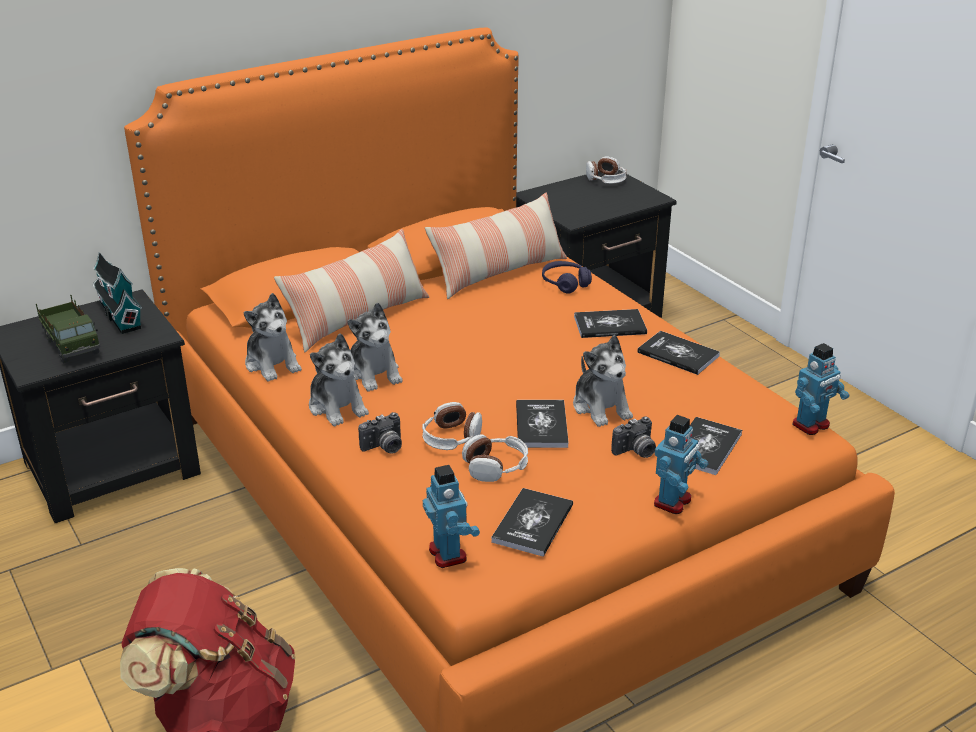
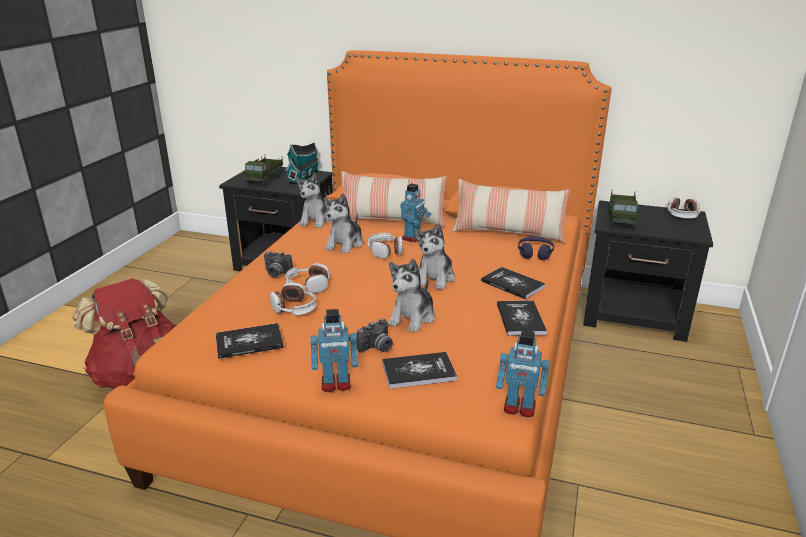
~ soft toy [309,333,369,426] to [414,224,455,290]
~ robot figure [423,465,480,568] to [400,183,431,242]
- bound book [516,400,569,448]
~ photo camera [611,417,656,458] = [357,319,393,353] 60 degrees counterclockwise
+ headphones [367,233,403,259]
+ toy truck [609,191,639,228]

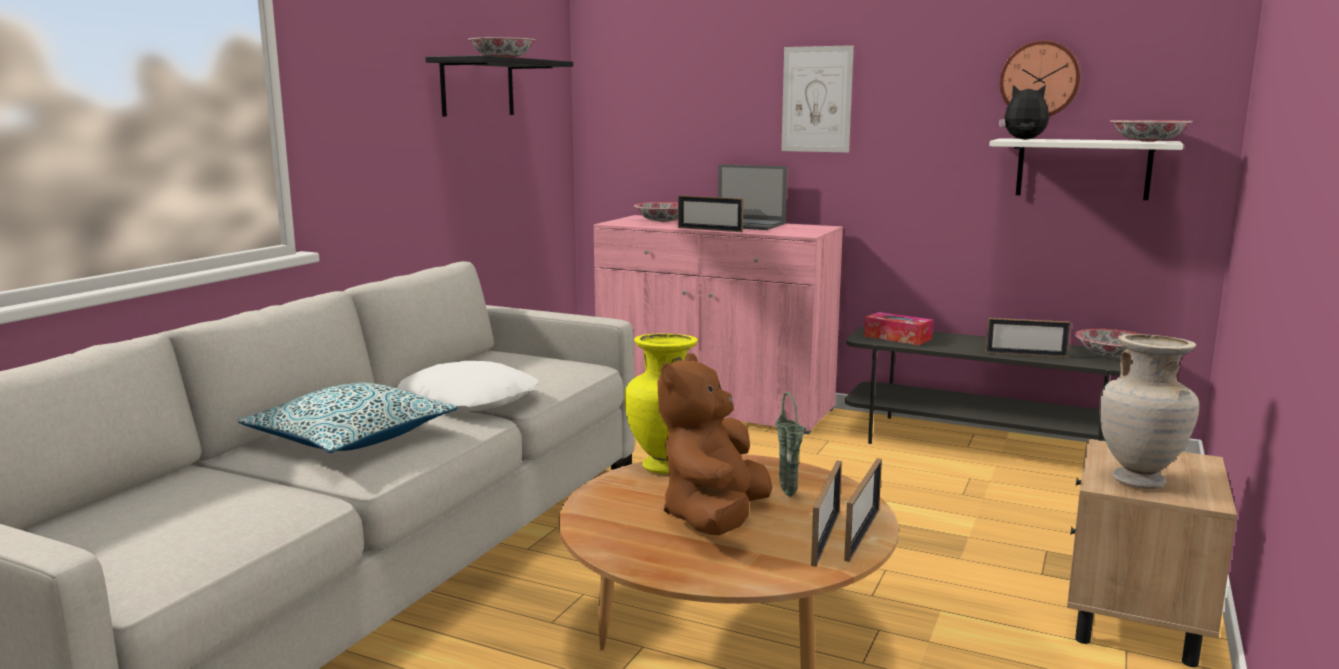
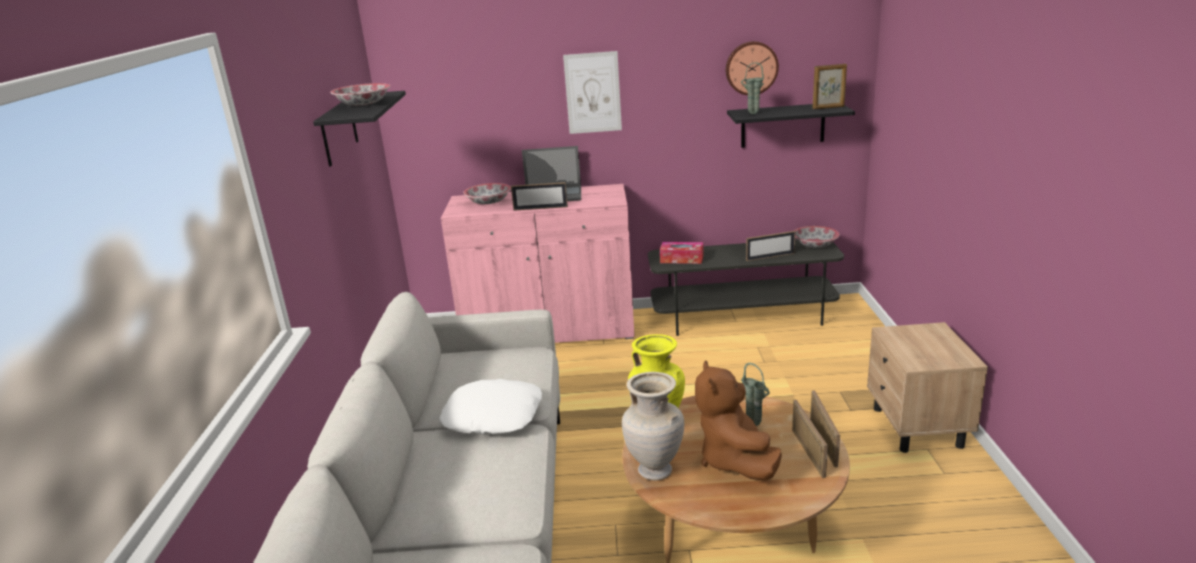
- cushion [237,382,458,453]
~ white shelf [989,138,1183,200] to black shelf [727,104,855,148]
~ soft toy [999,85,1049,140] to greenish flower vase [741,62,764,114]
~ beige-coloured flower vase [1099,334,1199,489] to [622,372,684,480]
~ serving bowl [1110,120,1193,142] to picture frame [813,64,847,109]

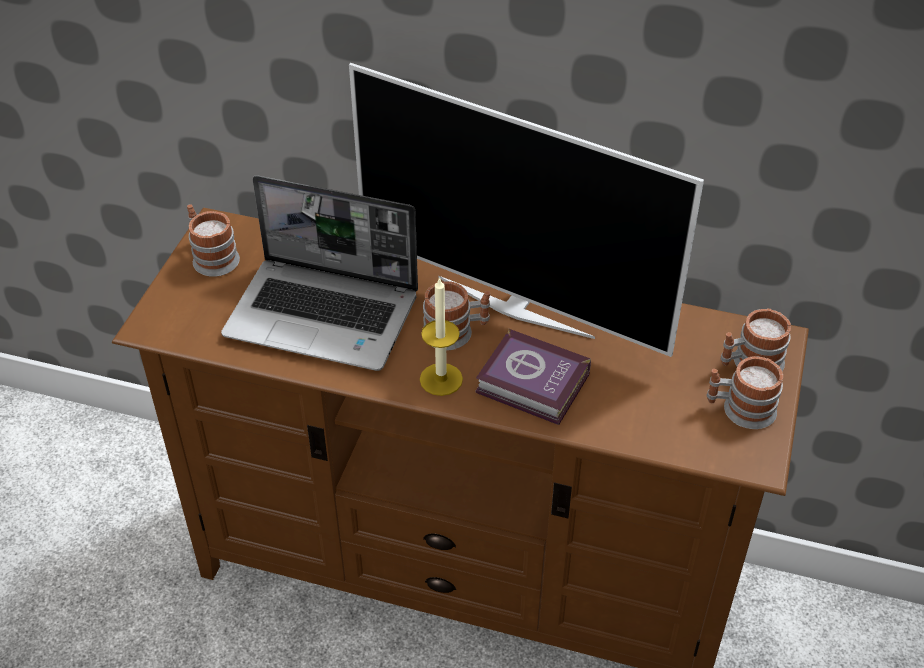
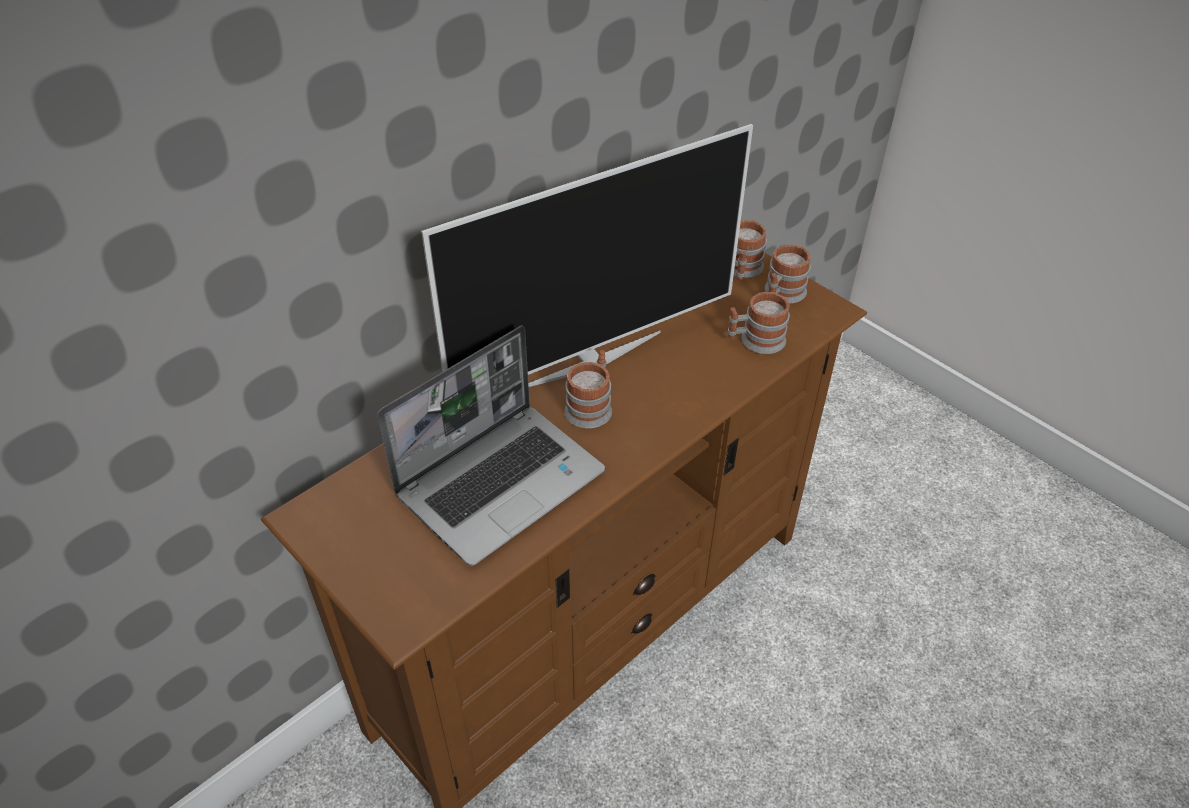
~ coffee mug [187,204,240,277] to [727,292,790,354]
- candle [420,277,463,396]
- bound book [476,329,591,425]

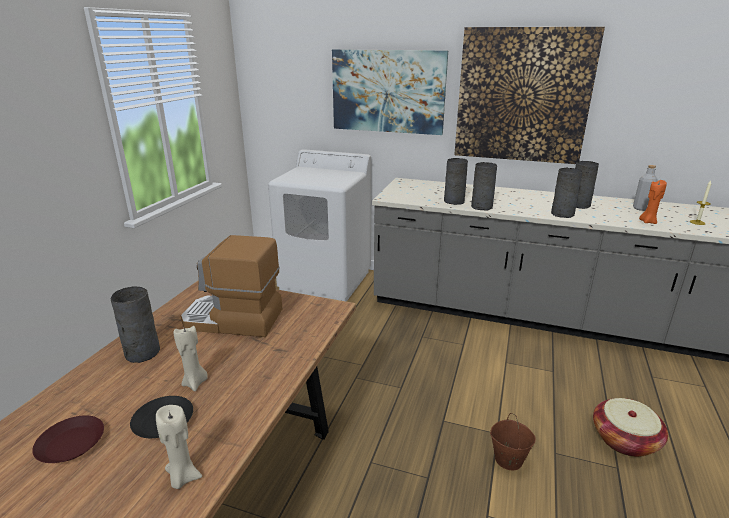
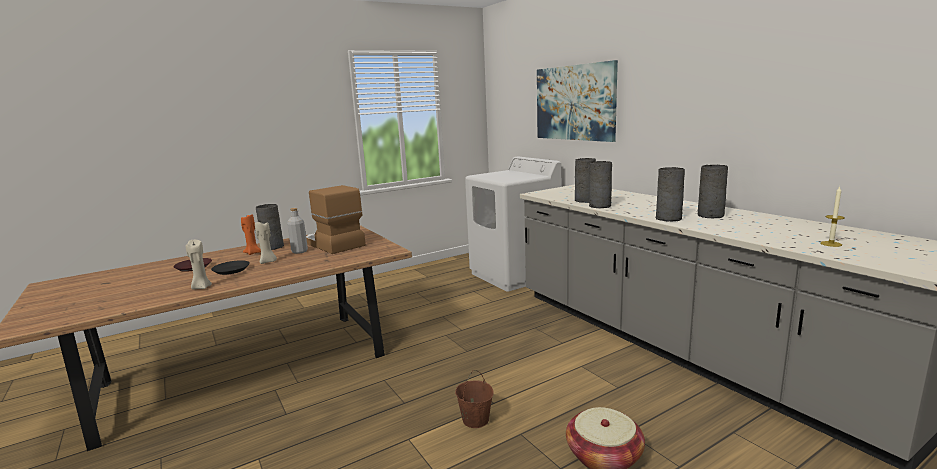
- wall picture [454,27,605,164]
~ grey drink bottle [633,165,658,211] to [287,208,308,254]
~ orange-coloured candle [639,180,667,224] to [241,214,261,255]

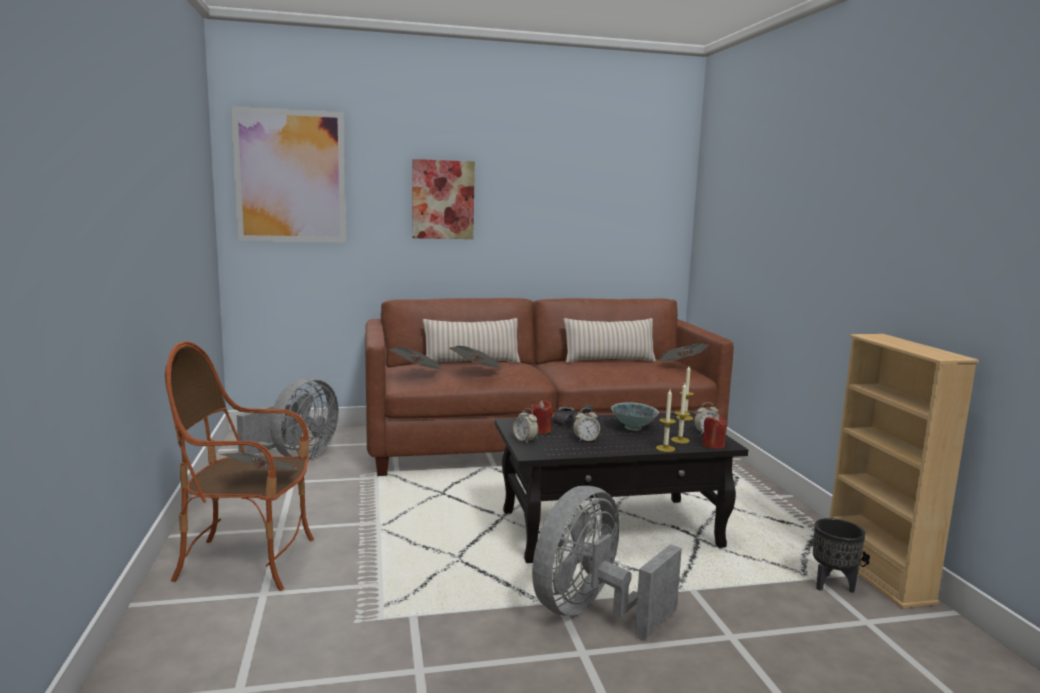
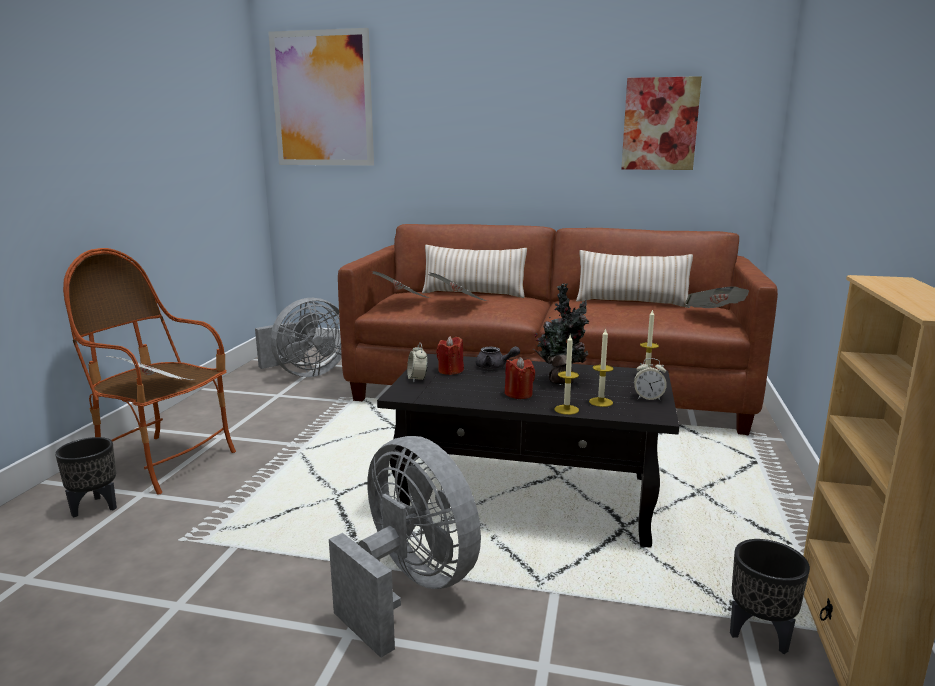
~ wall picture [412,159,475,239] to [621,76,702,170]
~ grey cooling fan [532,486,682,639] = [329,436,481,658] 75 degrees clockwise
- bedside clock [573,408,600,442]
~ serving bowl [611,402,659,431] to houseplant [533,283,589,385]
~ red-coloured candle [702,415,728,449] to [505,357,535,399]
+ black plant pot [55,437,117,517]

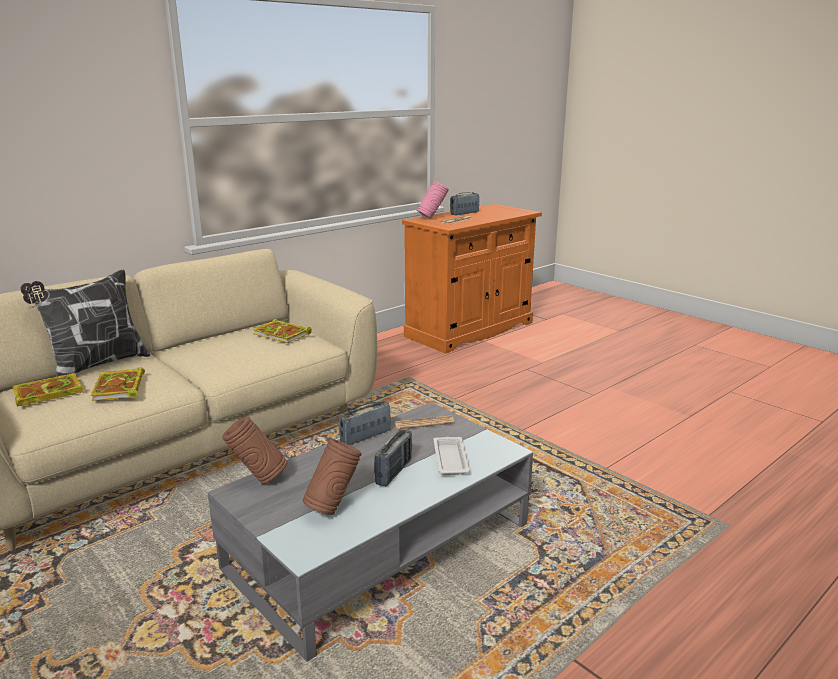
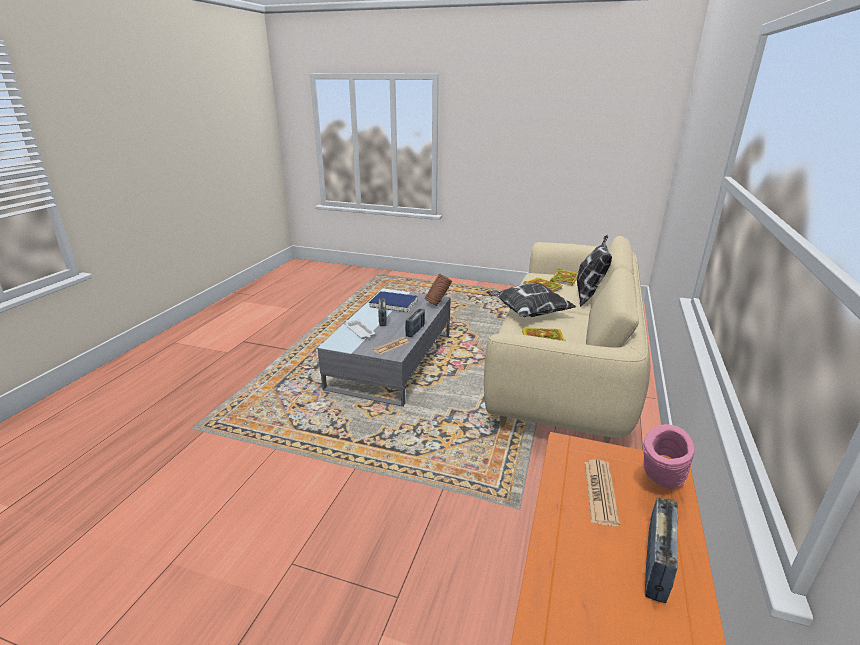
~ brown flower vase [303,439,362,515] to blue-coloured bound book [369,291,418,313]
+ cushion [486,283,577,317]

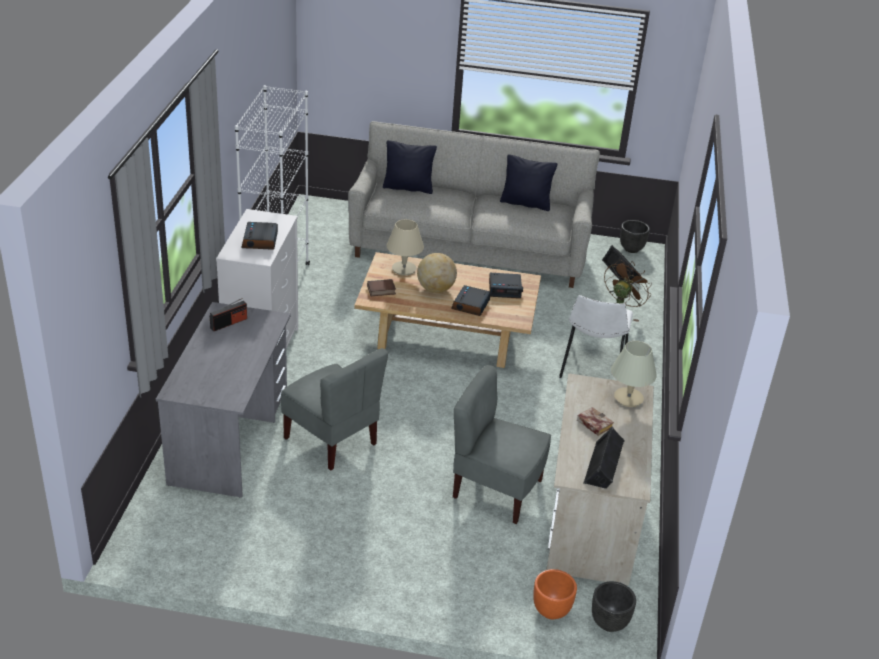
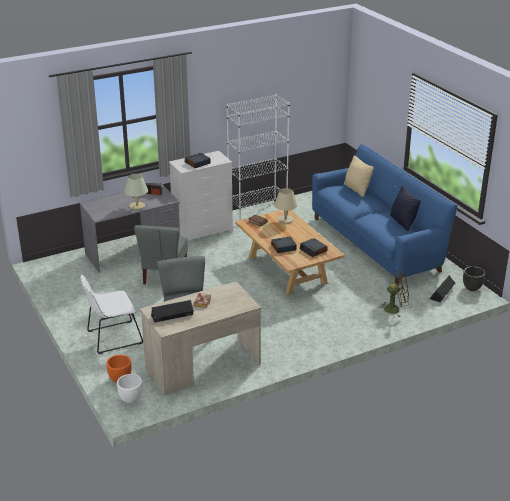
~ grey couch [348,121,600,288] to blue-coloured couch [312,144,457,285]
~ black cushion [383,140,437,194] to beige-coloured cushion [344,156,374,197]
- world globe [417,253,457,293]
~ white upright chair [559,295,633,381] to [80,275,143,354]
~ black plant pot [592,581,636,632] to white plant pot [117,374,143,404]
~ beige-coloured table lamp [611,341,657,407] to [124,174,148,210]

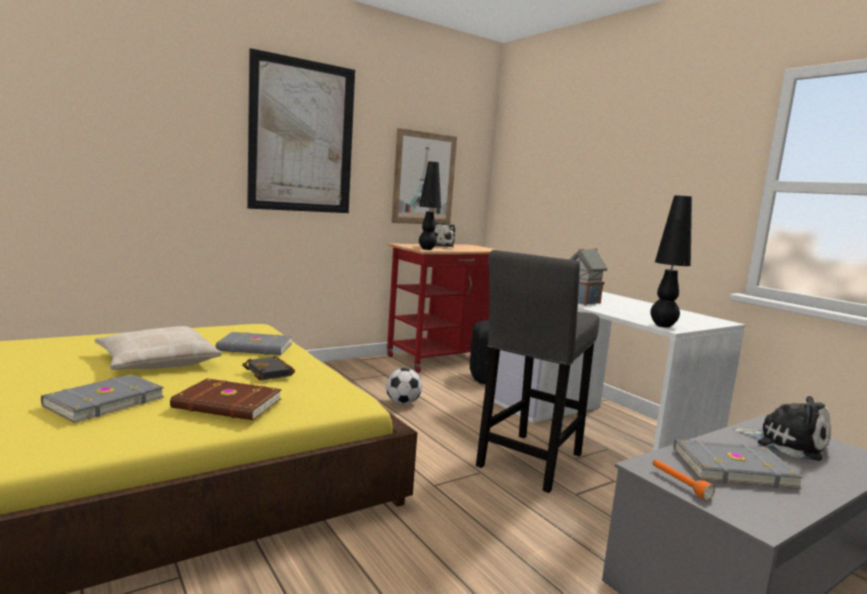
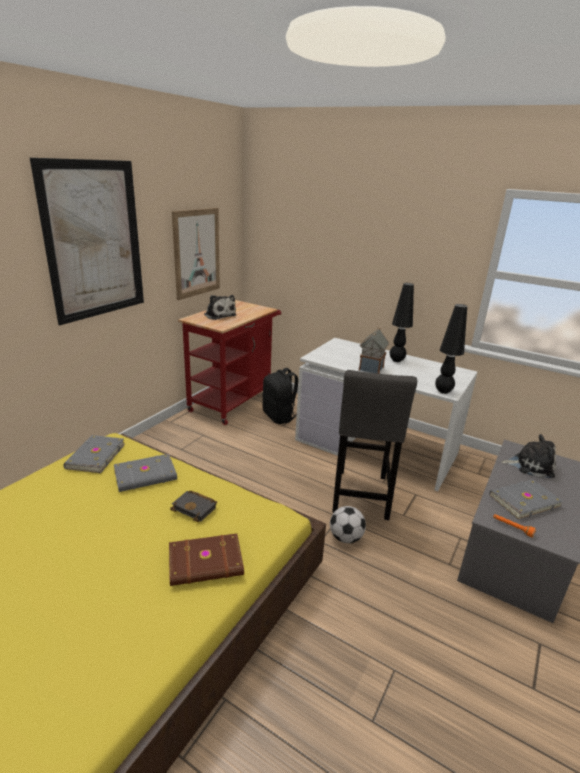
~ grey bound book [41,374,164,423] to [63,435,125,473]
- beige-coloured cushion [95,326,222,370]
~ football ball [386,368,422,404] to [330,506,366,543]
~ black table lamp [419,162,441,250] to [390,283,414,362]

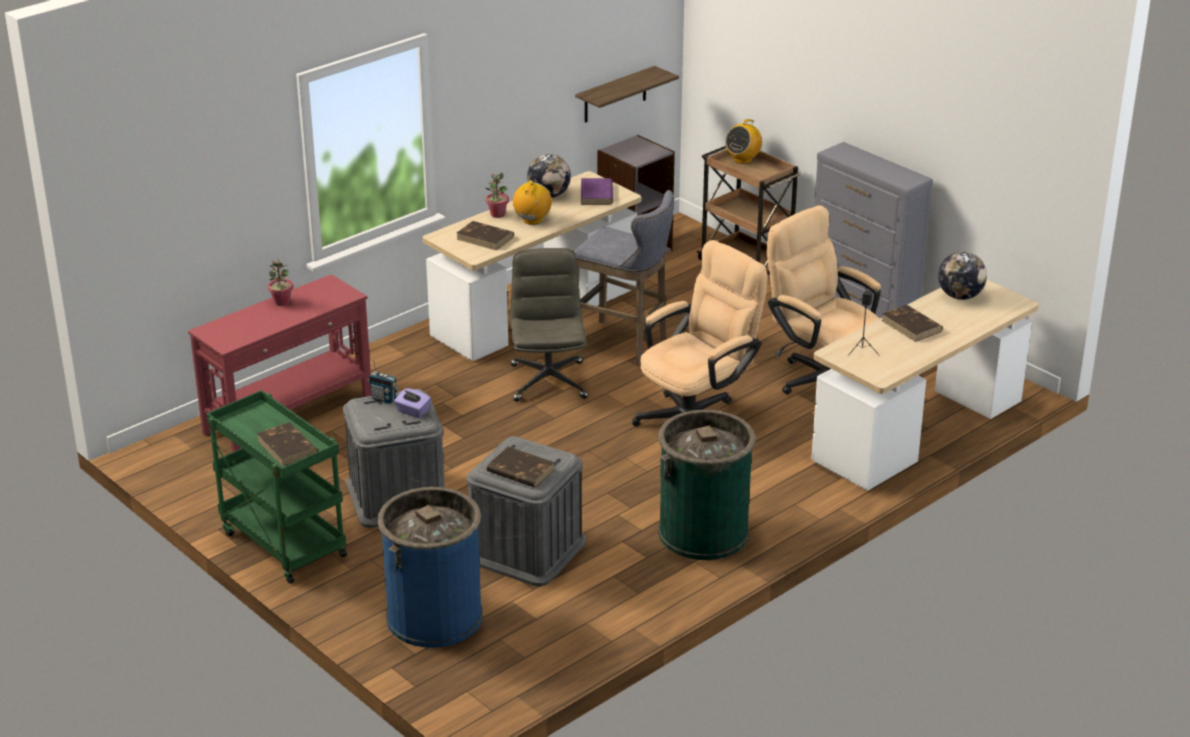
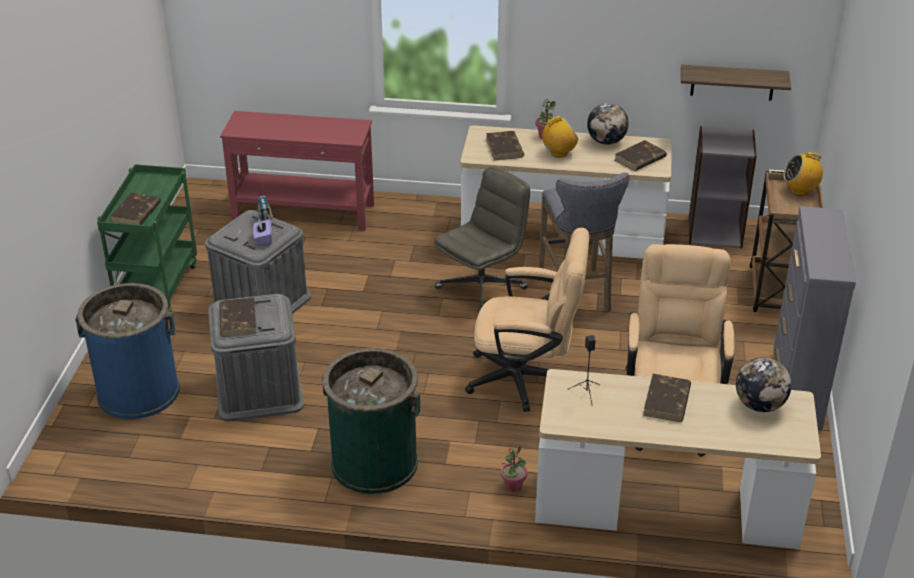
~ houseplant [268,257,293,306] to [501,445,527,492]
~ purplish bound book [581,178,613,205] to brown bound book [615,140,667,171]

